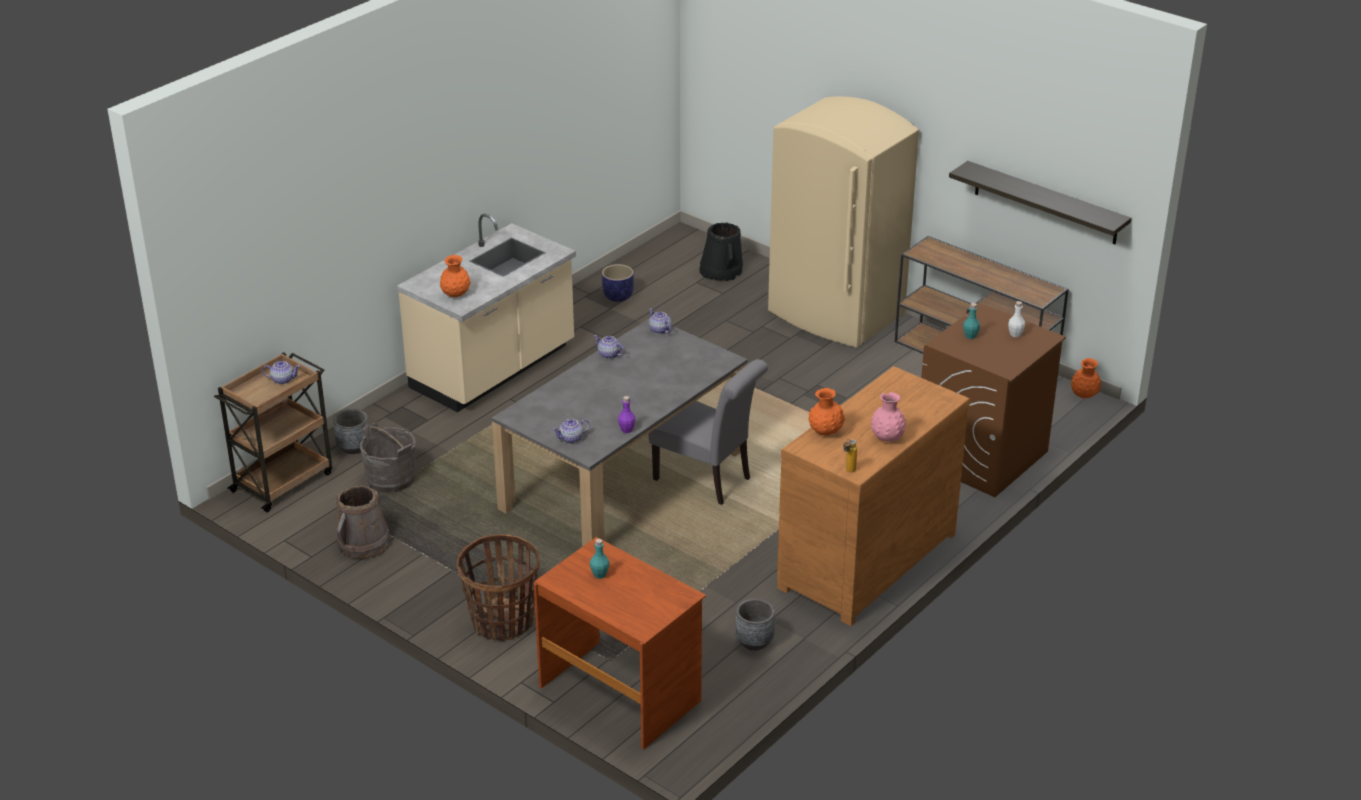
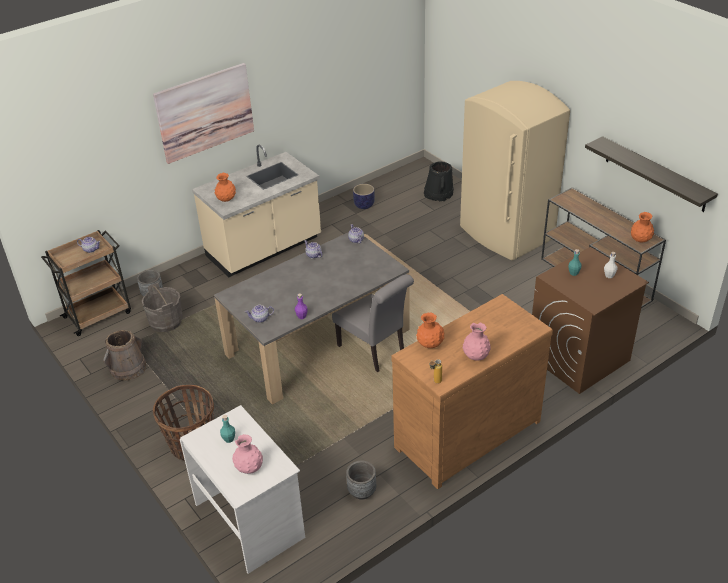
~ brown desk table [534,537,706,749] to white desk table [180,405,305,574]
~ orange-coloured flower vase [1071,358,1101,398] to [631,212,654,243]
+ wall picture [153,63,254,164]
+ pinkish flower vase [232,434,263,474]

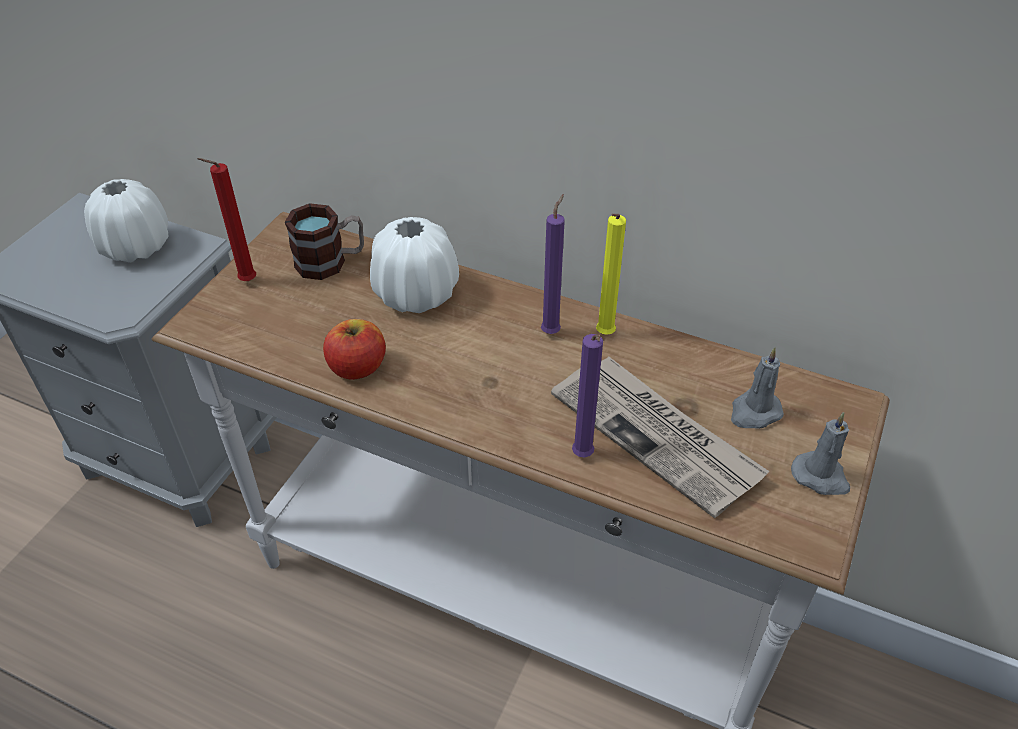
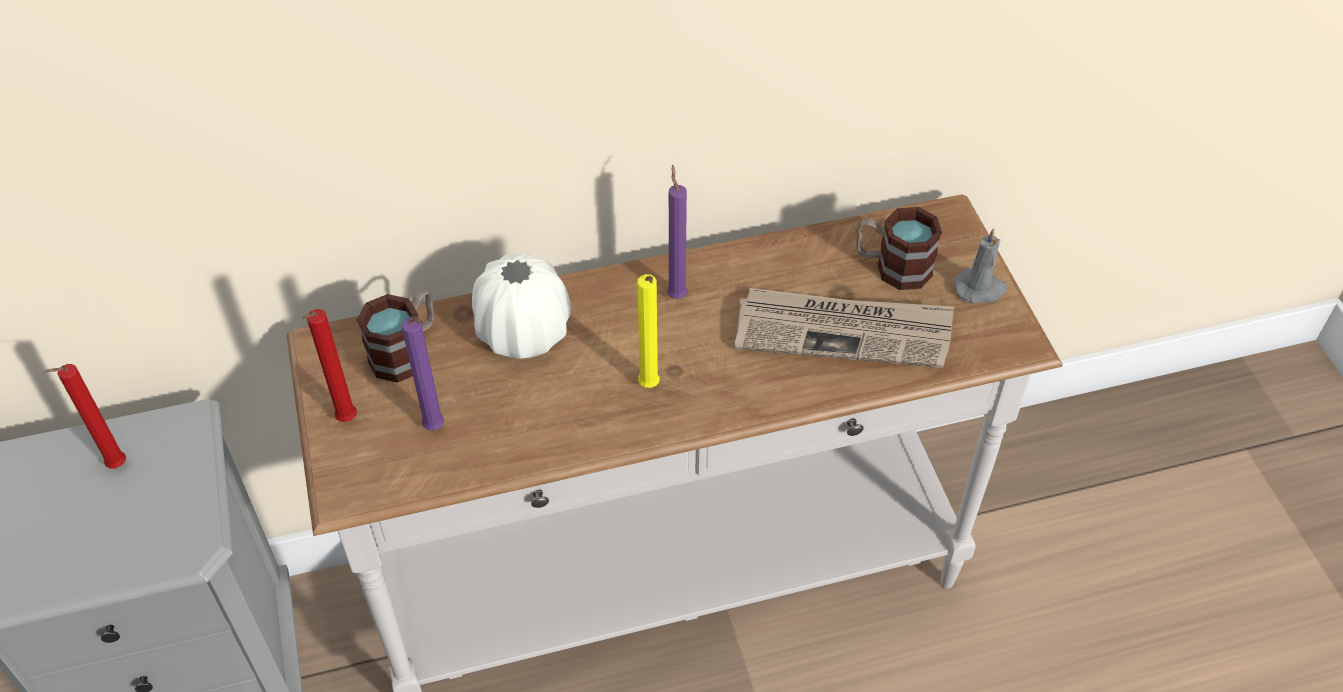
~ white flower vase [84,179,169,262] to red-coloured candle [44,364,126,469]
- whole apple [323,319,386,380]
~ purplish candle [572,334,603,458] to [402,317,444,430]
~ yellow-coloured candle [596,214,626,335] to [637,274,660,388]
~ grey candle [731,347,784,429] to coffee mug [856,207,942,290]

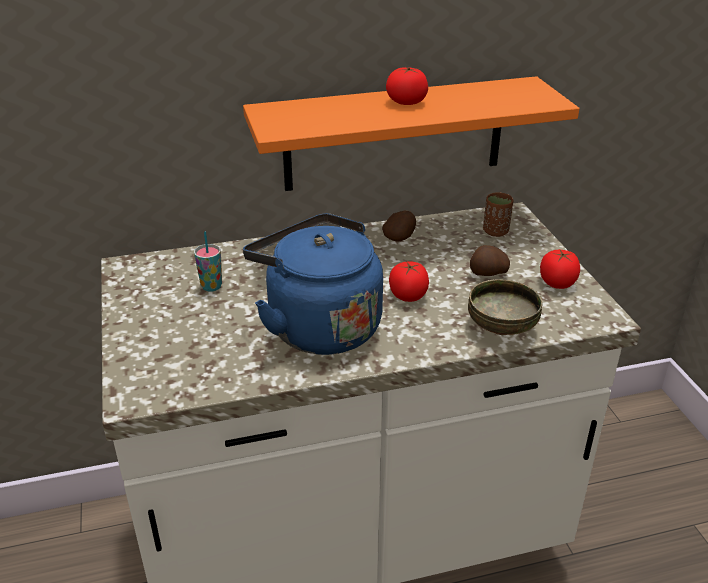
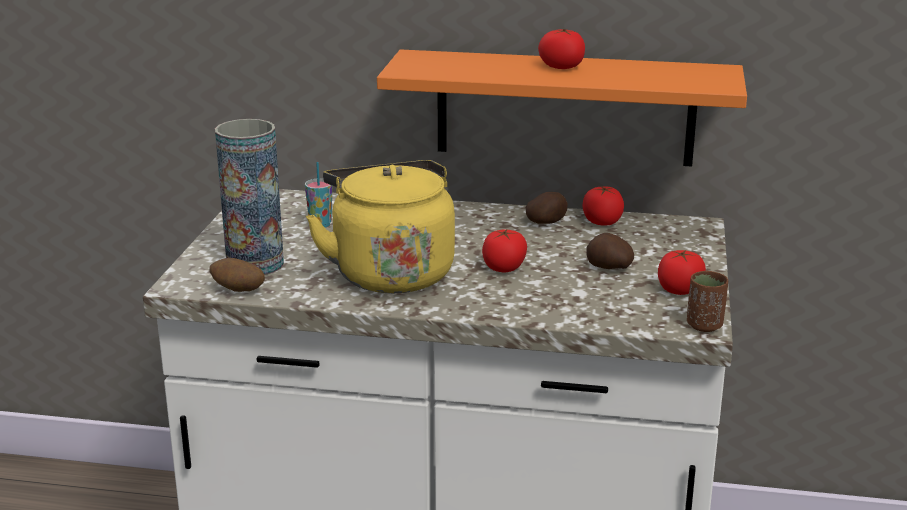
~ blue-coloured tea kettle [243,213,383,355] to yellow-coloured tea kettle [306,160,455,293]
- serving bowl [468,279,543,335]
~ brown small cup [483,192,513,237] to [687,271,728,332]
+ spud [210,258,265,292]
+ flower vase [215,119,284,275]
+ tomato [582,186,624,225]

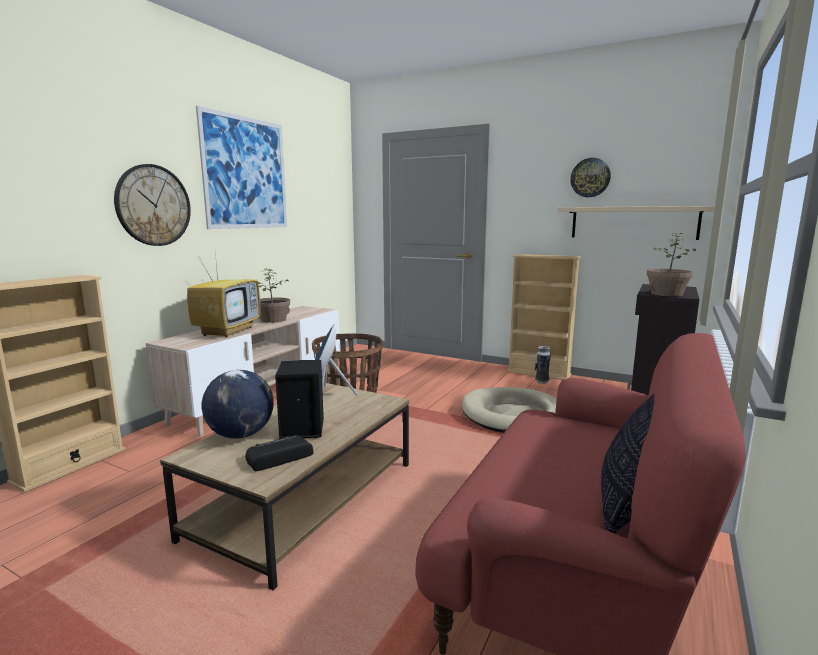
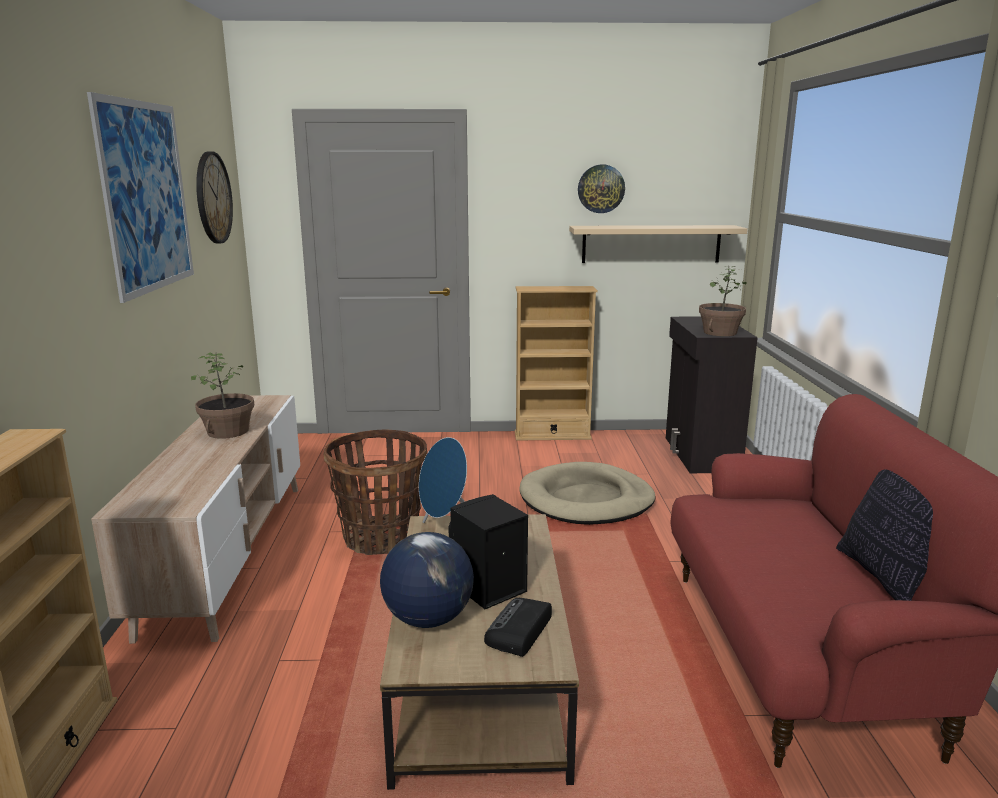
~ clock on the wall [114,164,191,246] to [196,151,233,243]
- TV set [187,252,260,337]
- flower vase [535,346,551,384]

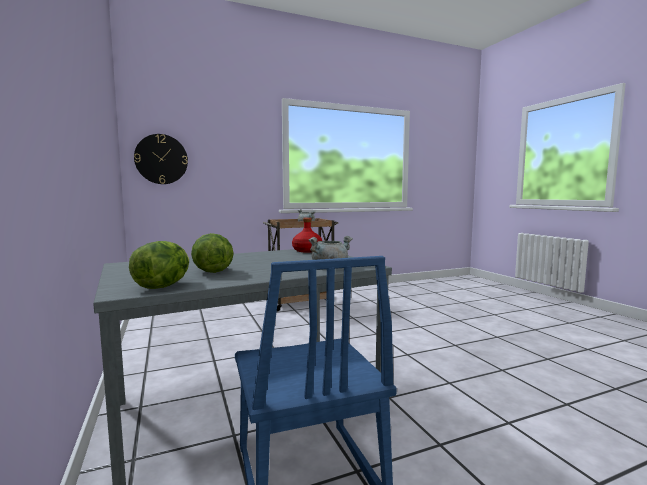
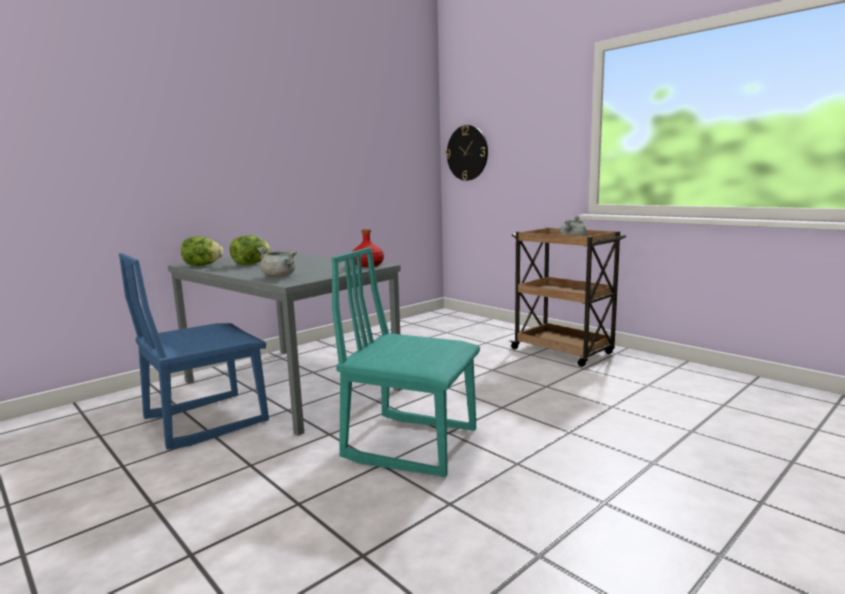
+ turquoise upright chair [331,247,480,478]

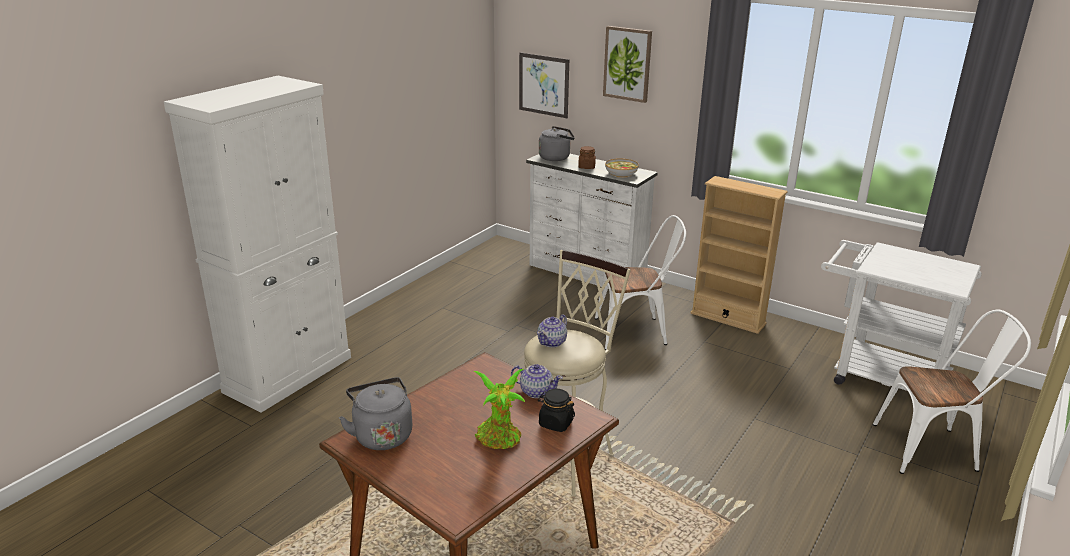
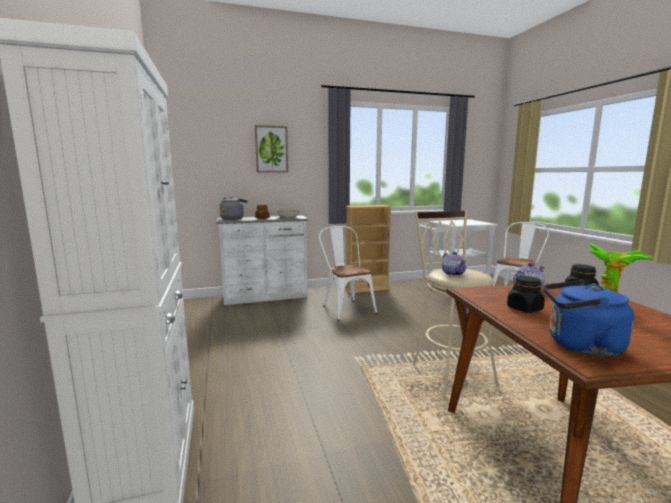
~ grey tea kettle [339,377,412,450] to blue-coloured tea kettle [544,280,634,357]
- wall picture [519,52,569,118]
~ white upright chair [595,215,686,350] = [319,226,377,321] 60 degrees counterclockwise
+ black jar [507,276,545,313]

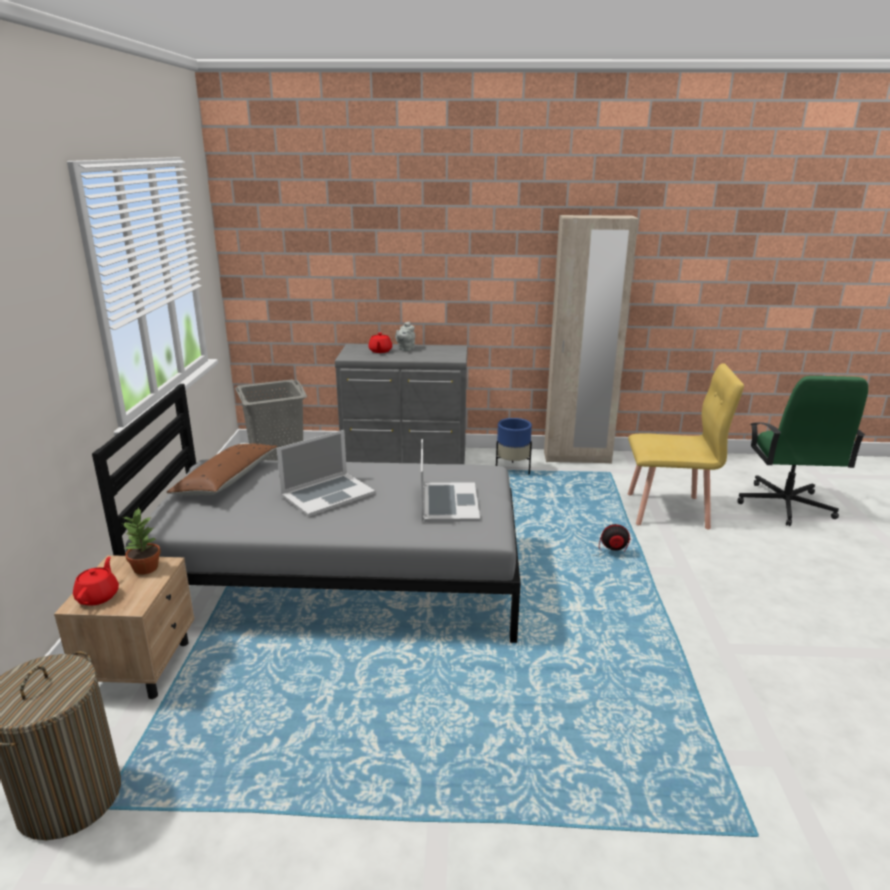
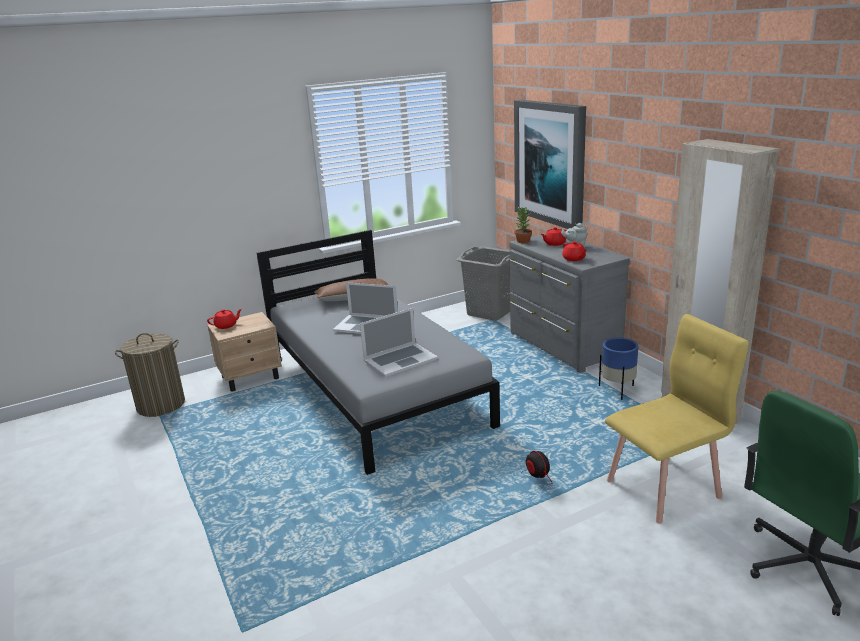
~ houseplant [123,508,161,575] to [514,206,532,243]
~ yellow-coloured upright chair [628,364,744,530] = [605,314,749,524] 90 degrees counterclockwise
+ wall picture [514,100,586,229]
+ red-coloured teapot [562,241,586,261]

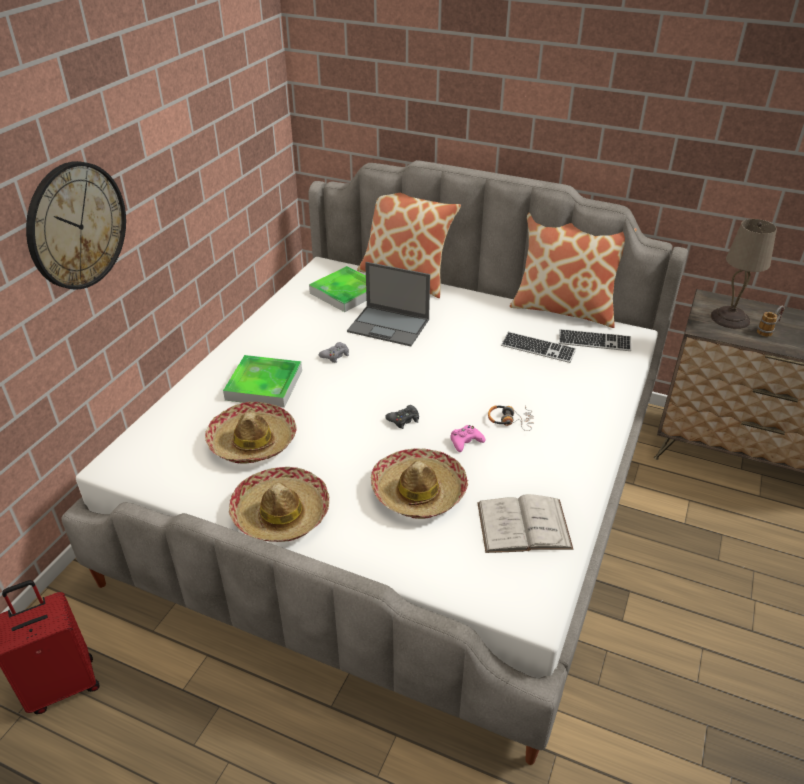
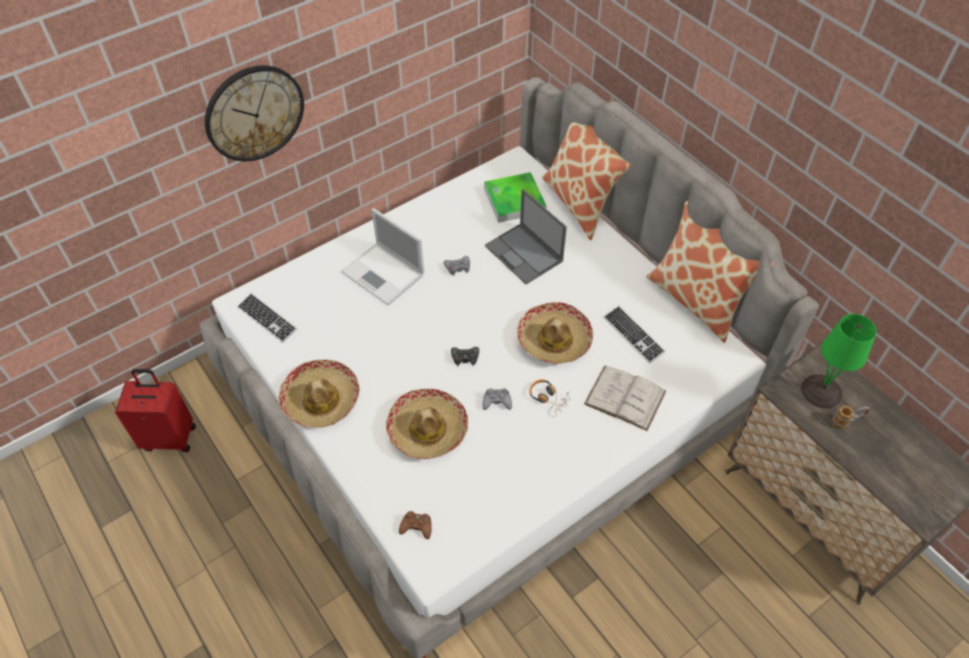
~ clothing hat [205,402,296,464] to [517,302,593,364]
~ carrying tray [223,355,302,408] to laptop [341,208,424,305]
~ pinkish gamepad [451,425,485,452] to grey gamepad [482,388,512,410]
~ white bound book [477,494,573,553] to [584,366,666,431]
~ keyboard [559,329,631,351] to [237,293,297,343]
~ beige-coloured table lamp [711,219,777,329] to greenish table lamp [801,314,877,408]
+ brown gamepad [399,511,432,539]

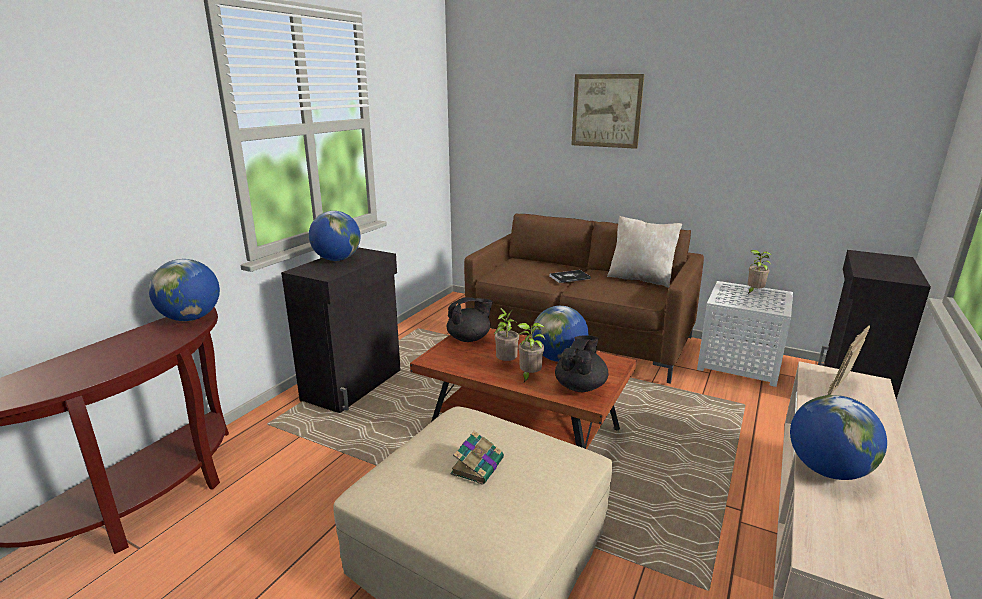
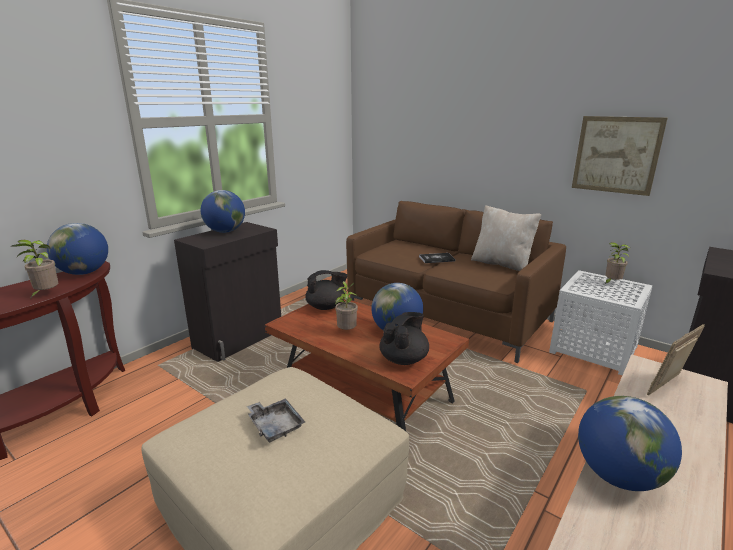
~ bound book [450,431,504,485] to grey carrying tray [247,398,305,443]
~ houseplant [517,323,545,382] to [10,240,58,297]
~ wall picture [571,74,645,149] to [572,116,668,196]

